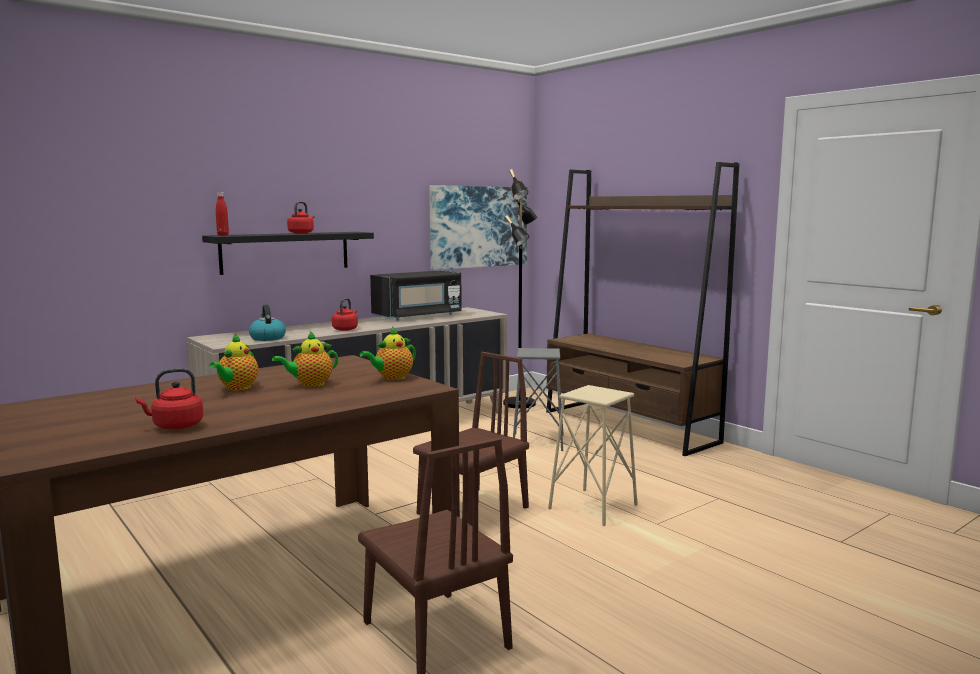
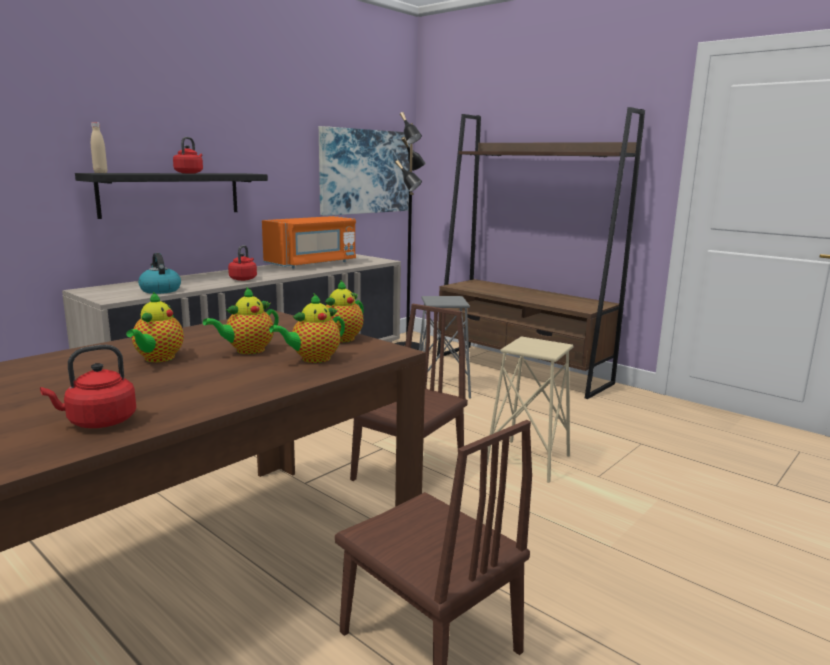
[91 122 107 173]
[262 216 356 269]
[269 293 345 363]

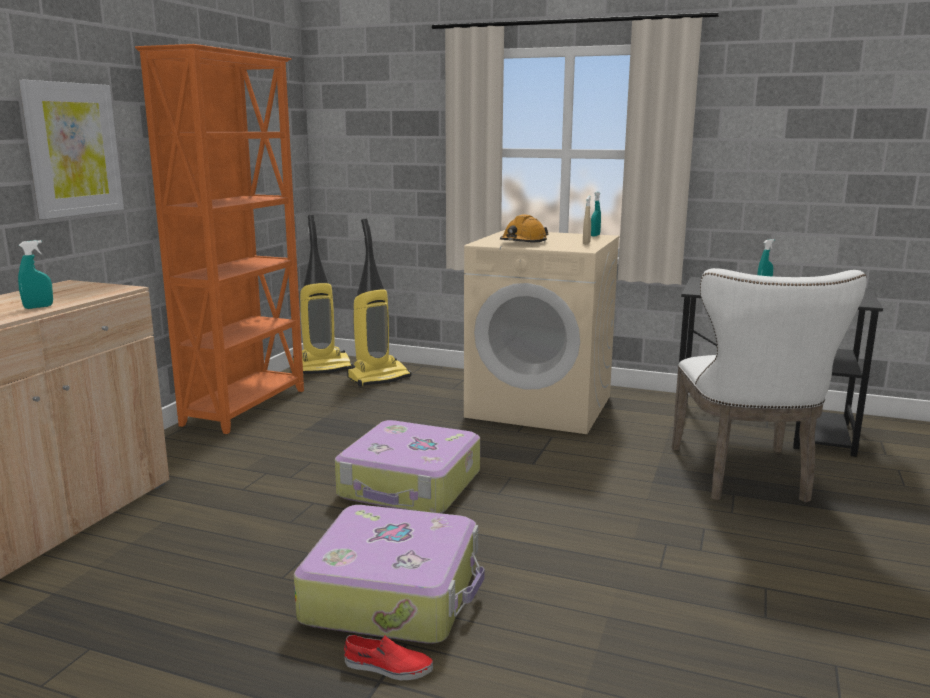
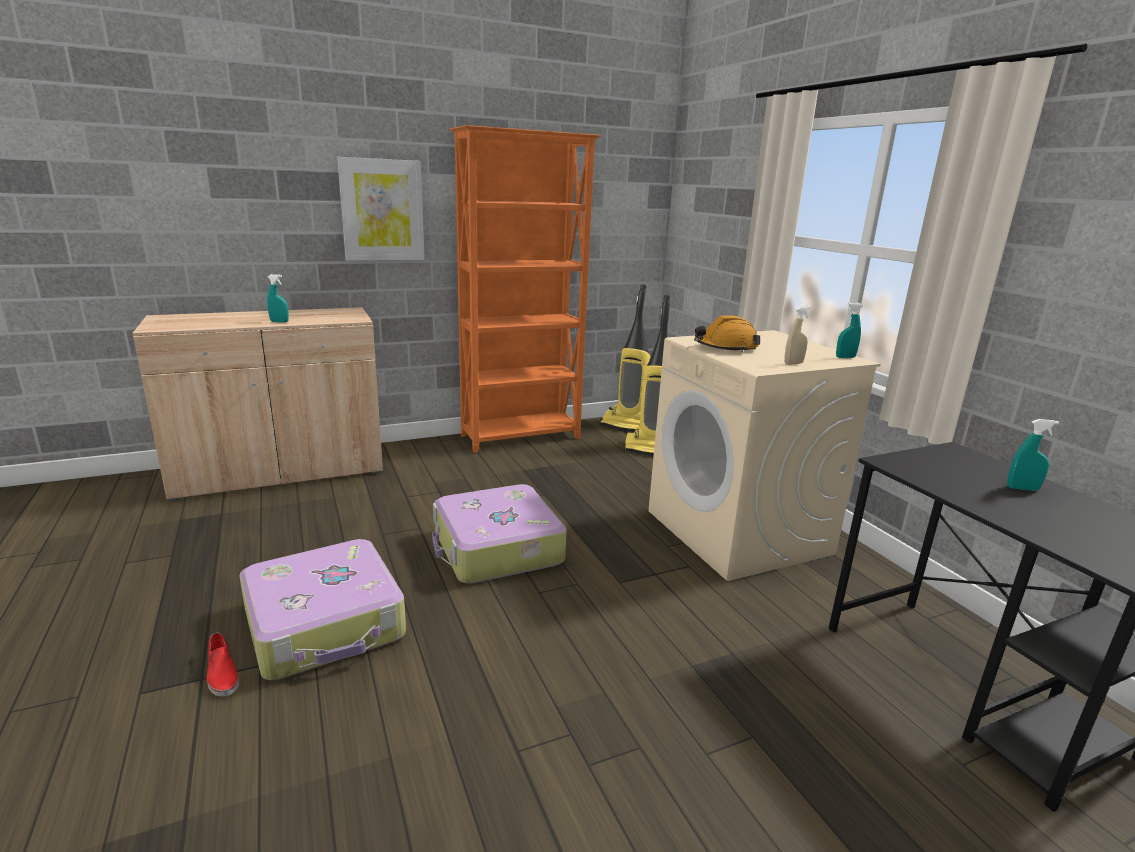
[671 268 867 502] (first image)

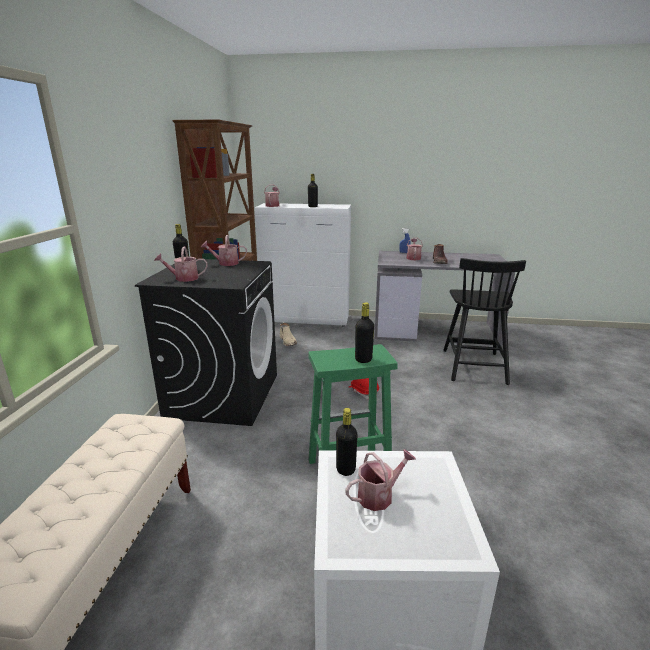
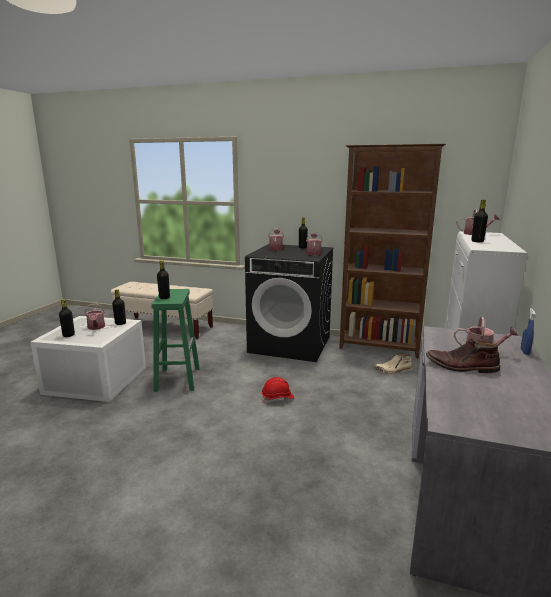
[443 258 526 385] (first image)
[59 299 75 337]

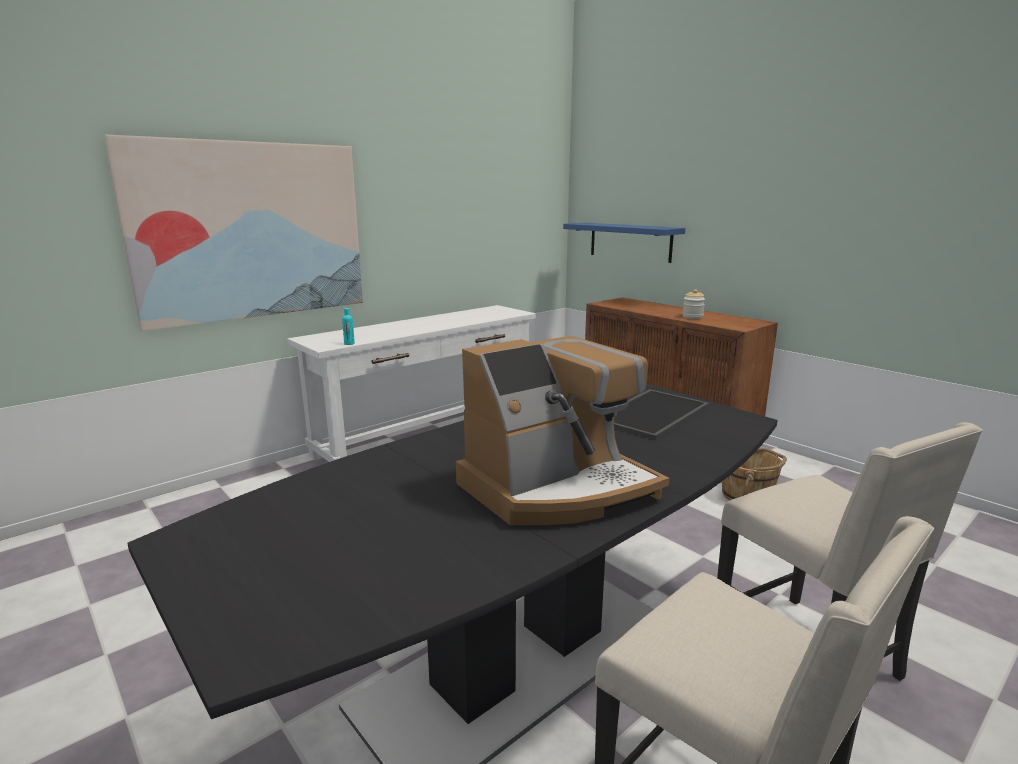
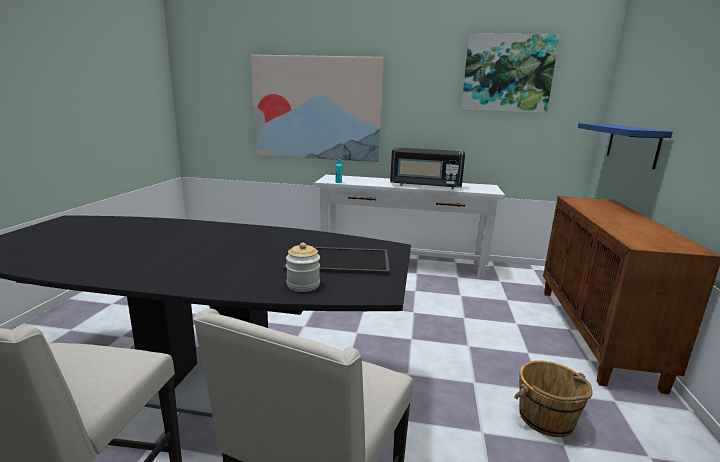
[456 336 669 525] (first image)
[286 243 320 292]
[390 148 465 189]
[461 33 560 113]

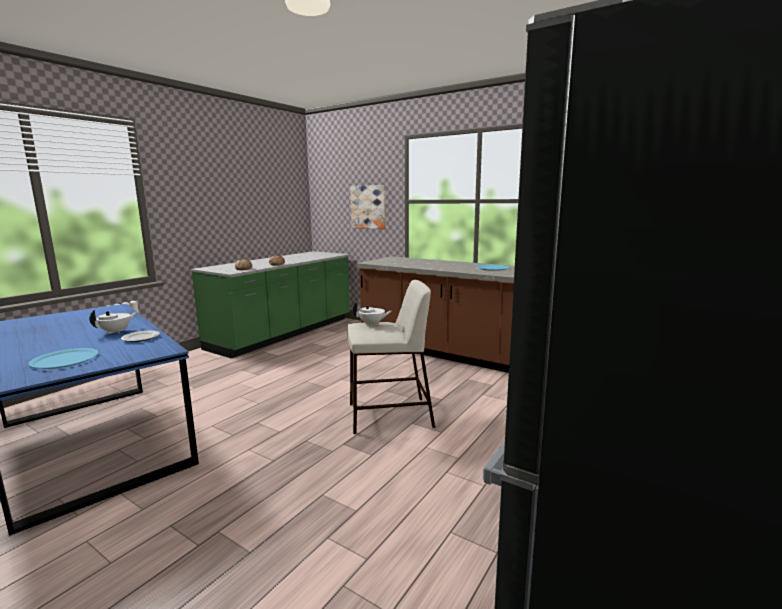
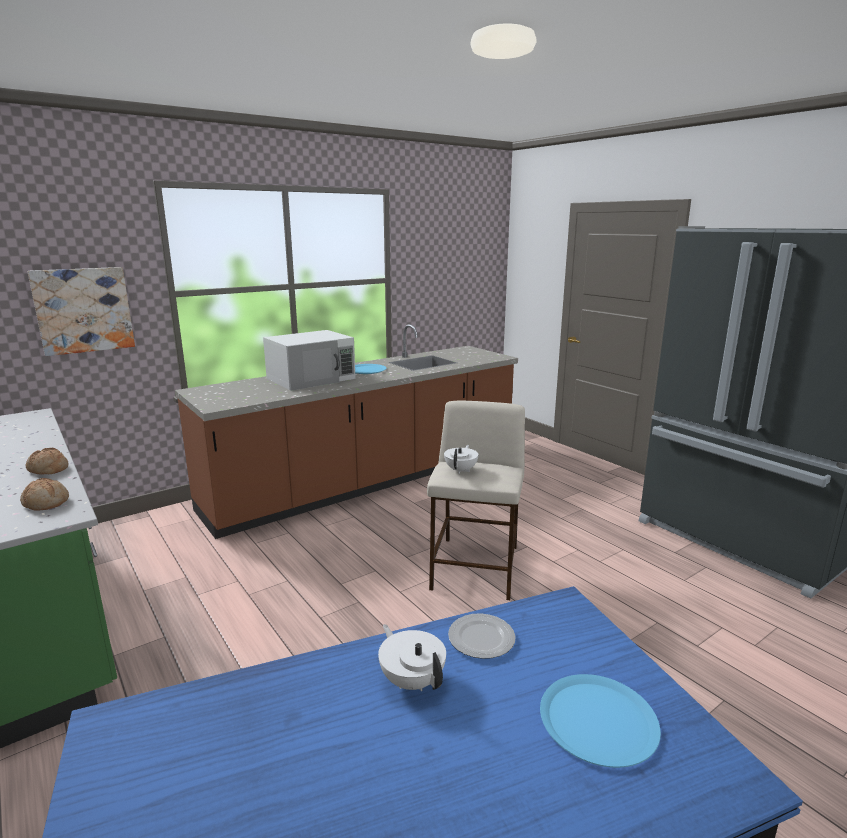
[263 330 356 391]

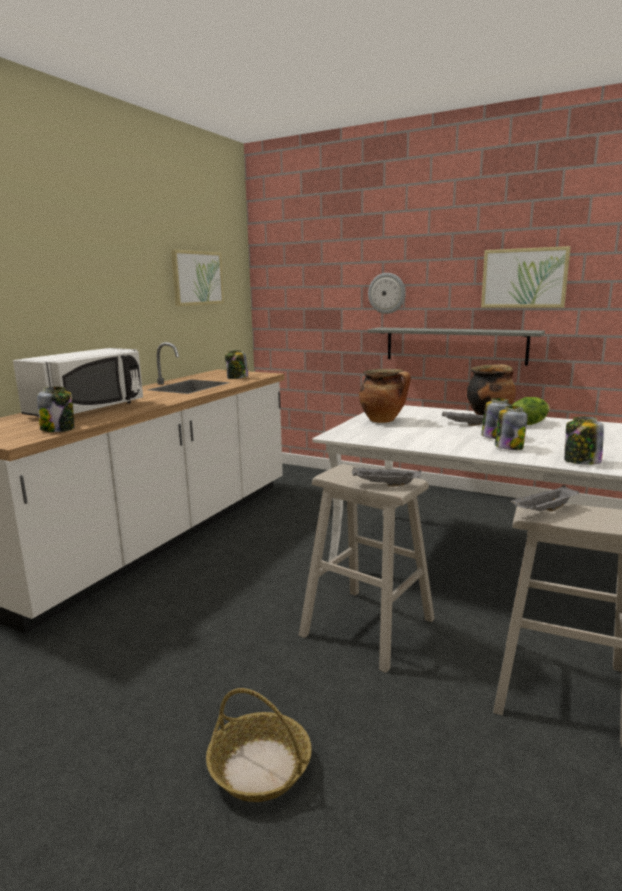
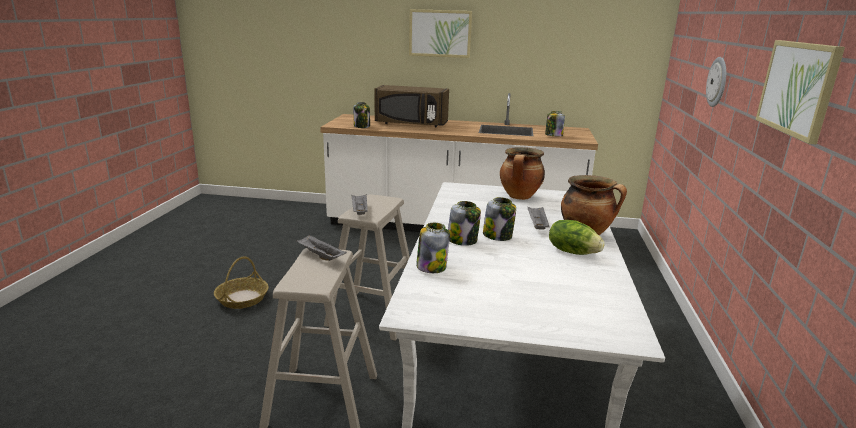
[374 85 449 127]
[409 9 472 58]
[368 327 545 365] (first image)

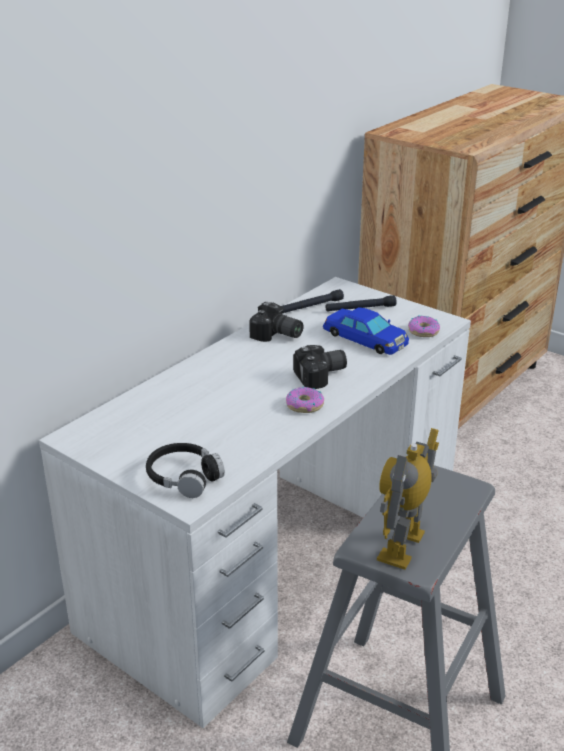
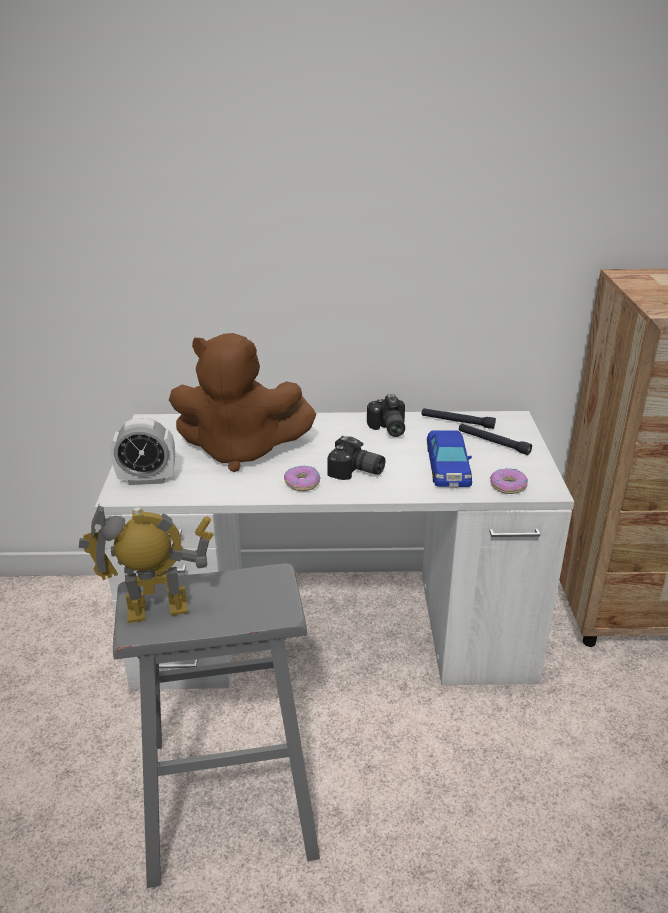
[110 418 175 485]
[169 333 316 472]

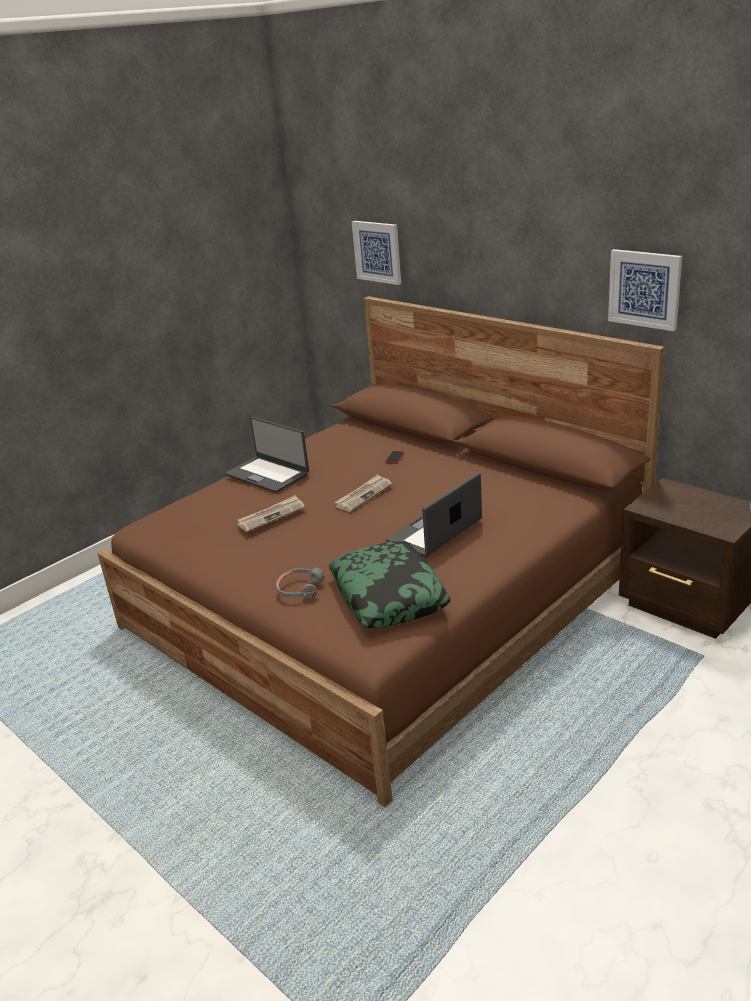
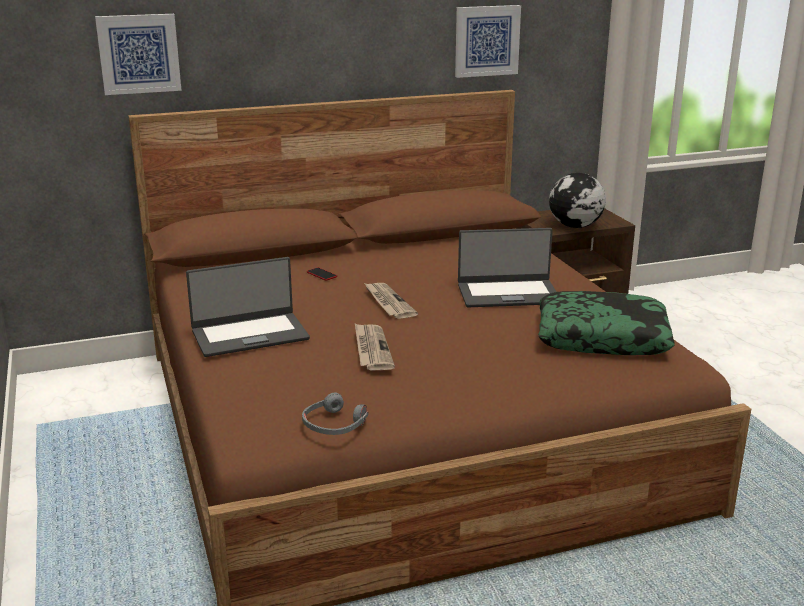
[302 392 369 435]
[458 228 556 307]
[549 173 606 228]

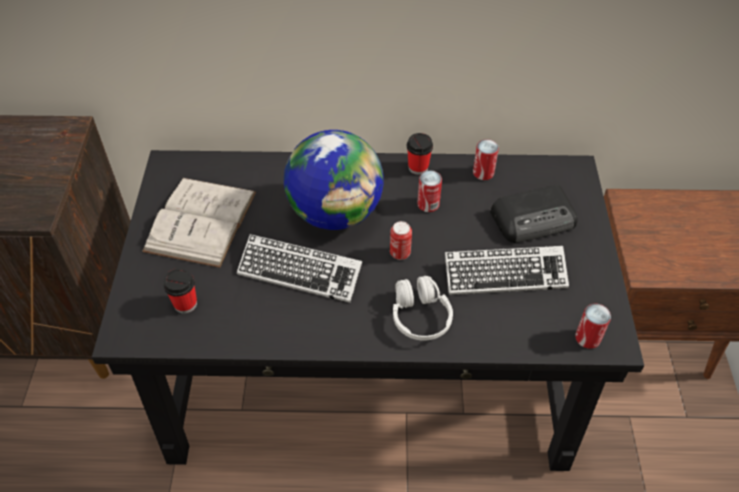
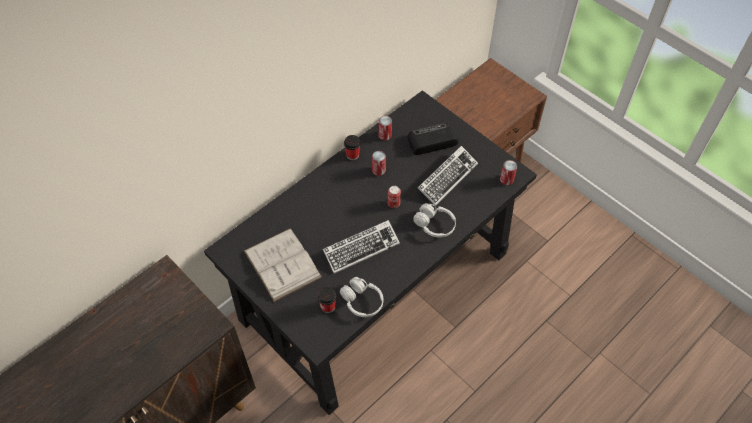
[284 130 384 230] (first image)
[407 123 458 155]
[340 277 383 317]

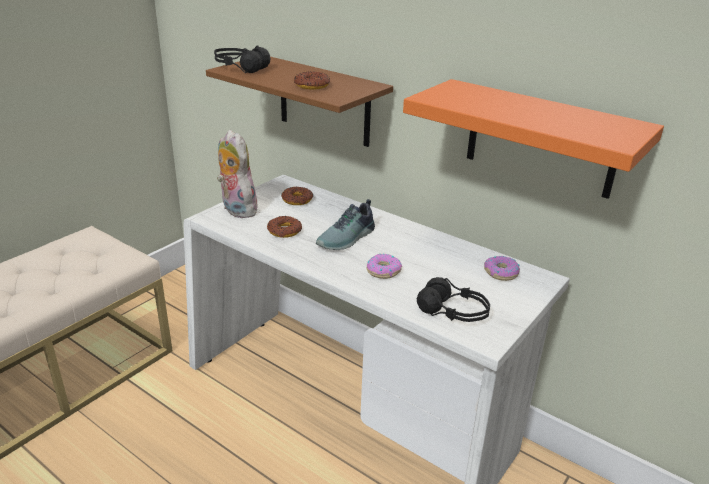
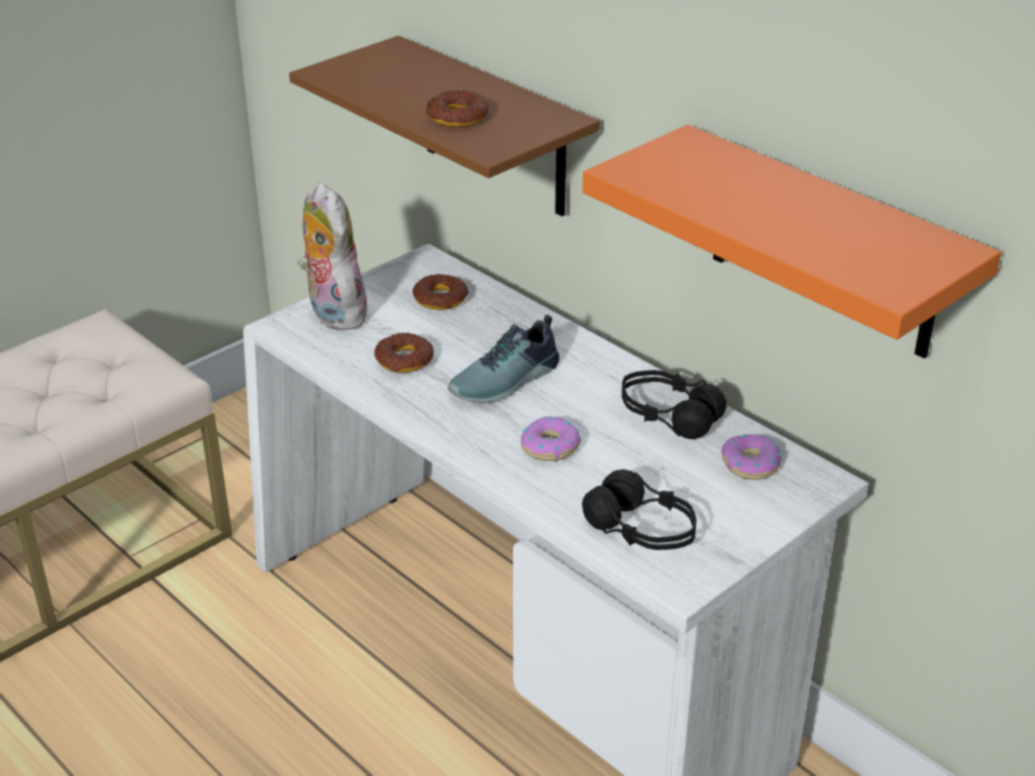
[622 370 727 439]

